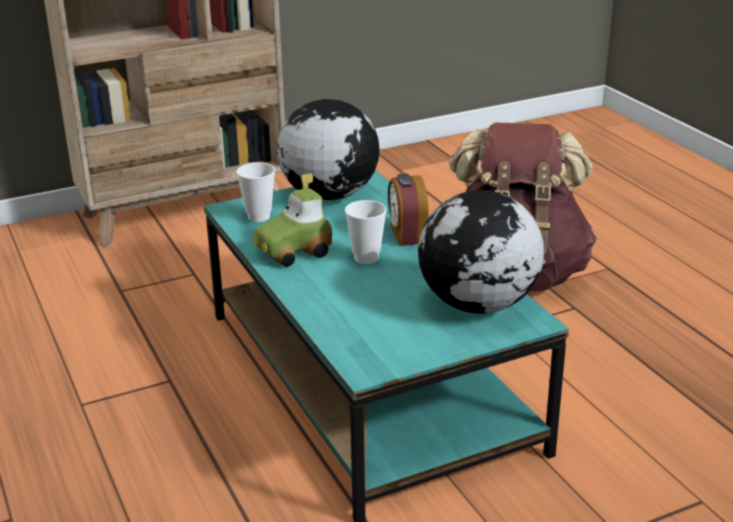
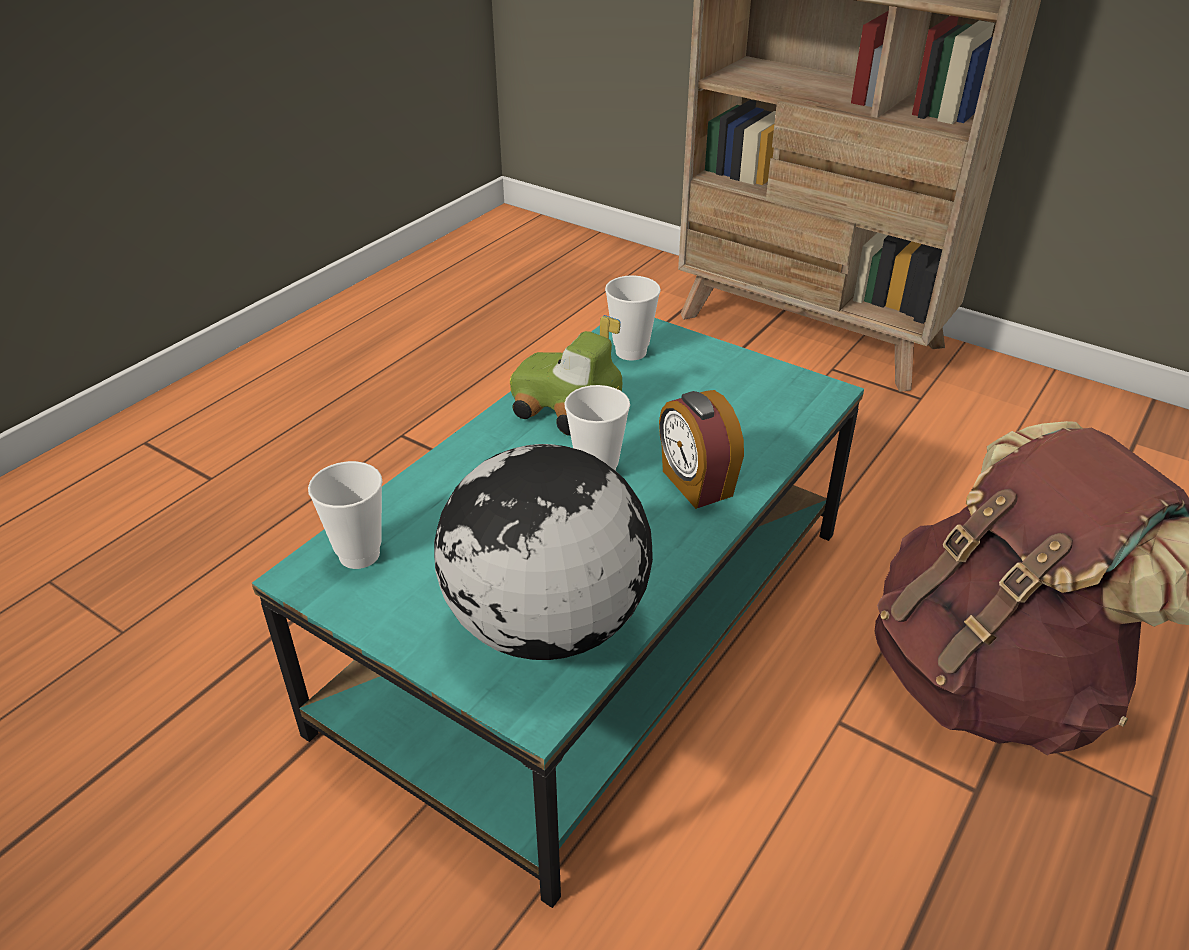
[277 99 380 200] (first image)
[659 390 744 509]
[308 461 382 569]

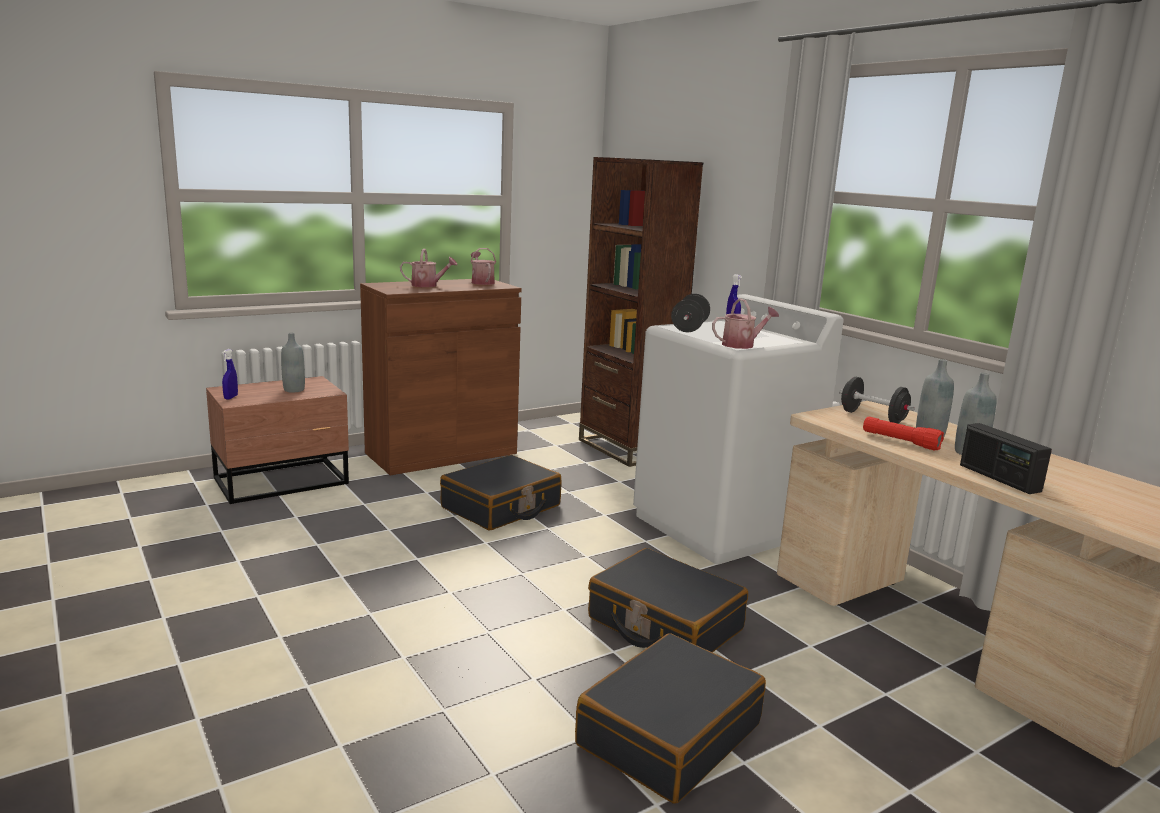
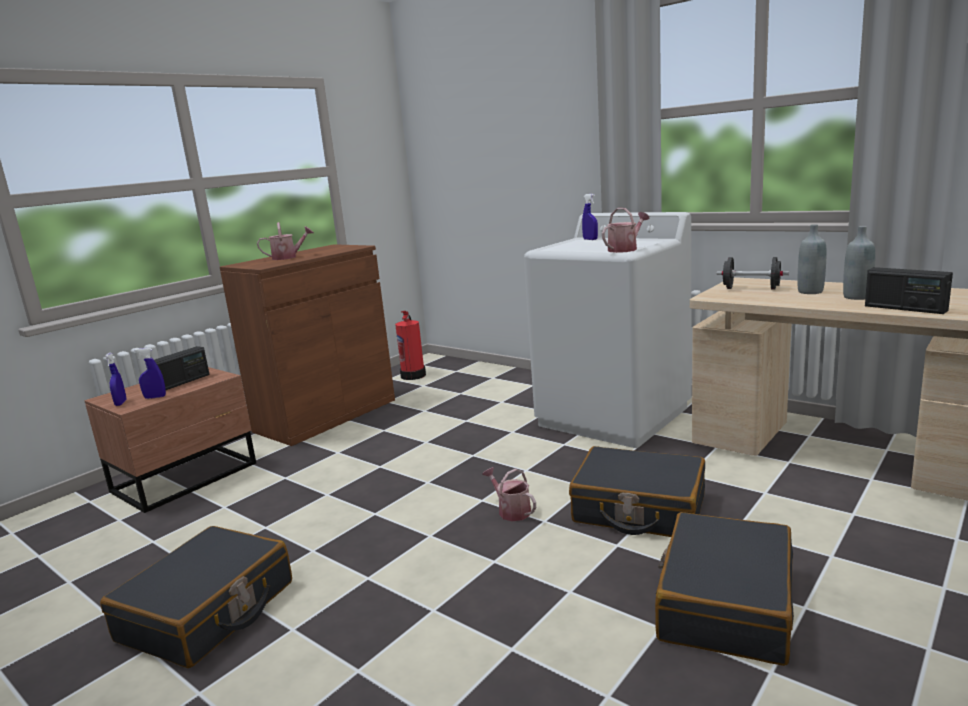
[154 346 210 390]
[100 526 292 668]
[482 467 536 521]
[579 157 703 467] (first image)
[671 294 710 332] (first image)
[863 417 944 451] (first image)
[134 348 166 399]
[395 311 426 380]

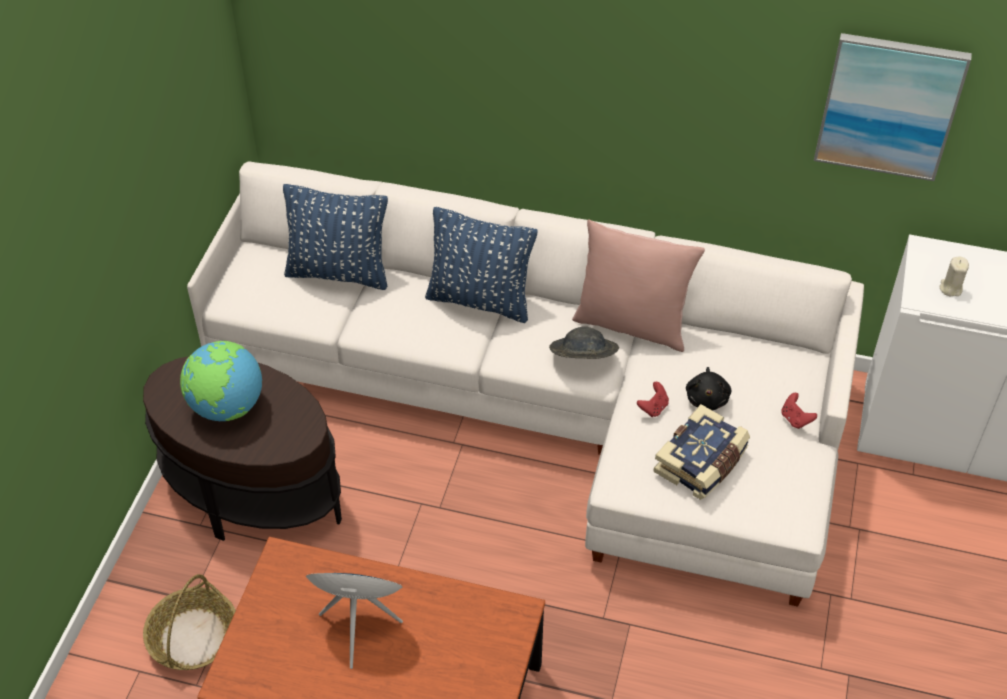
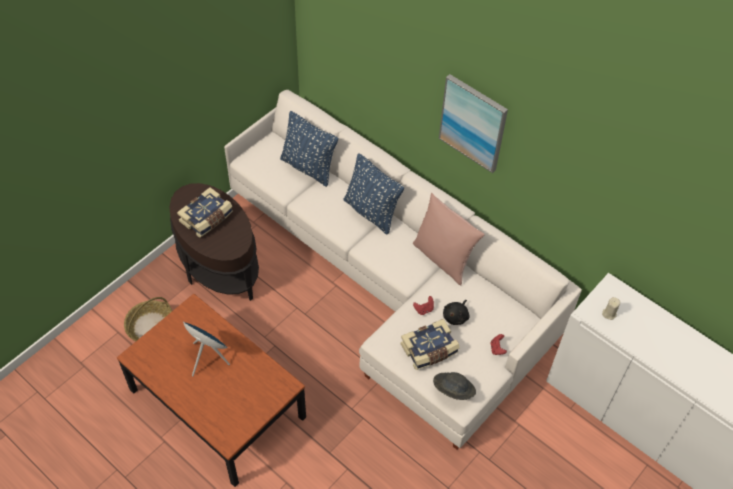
[177 187 233 238]
[433 372 476 400]
[439 74 508 173]

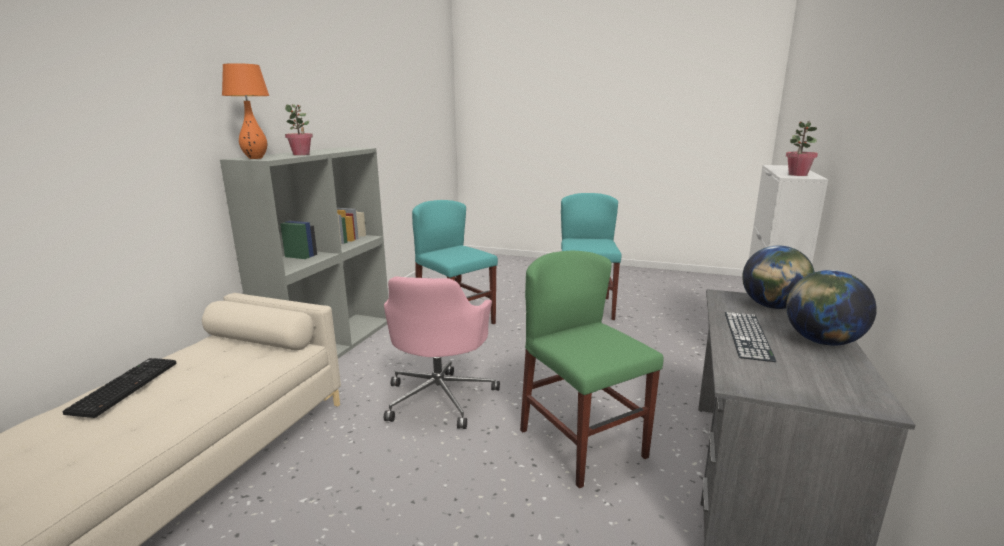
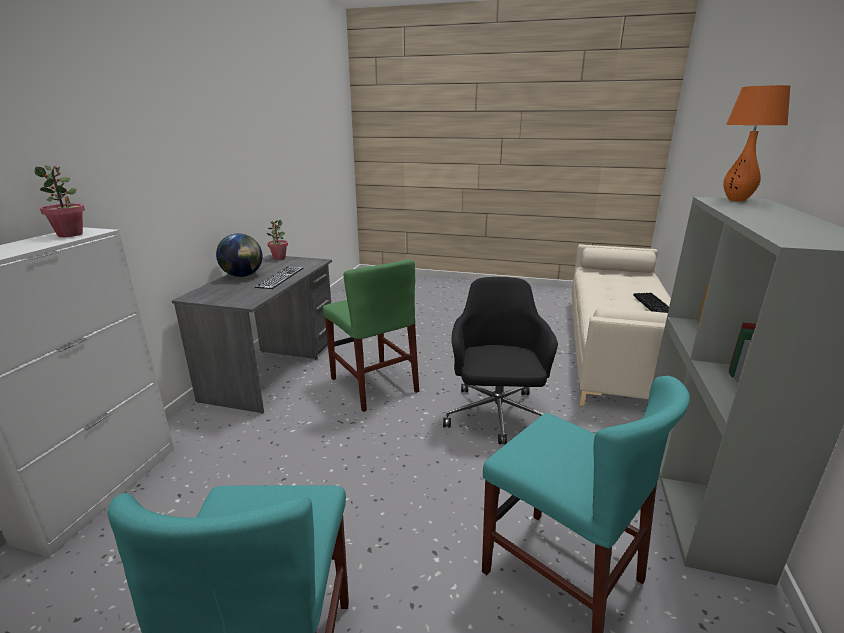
[267 220 288 260]
[443 277 558 445]
[742 246 815 309] (first image)

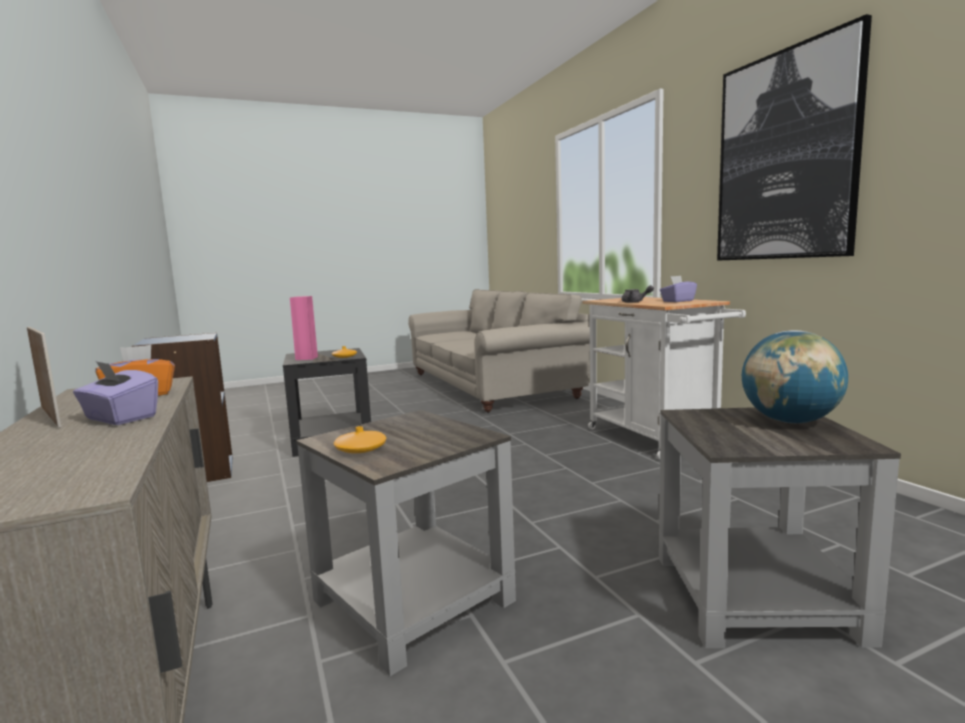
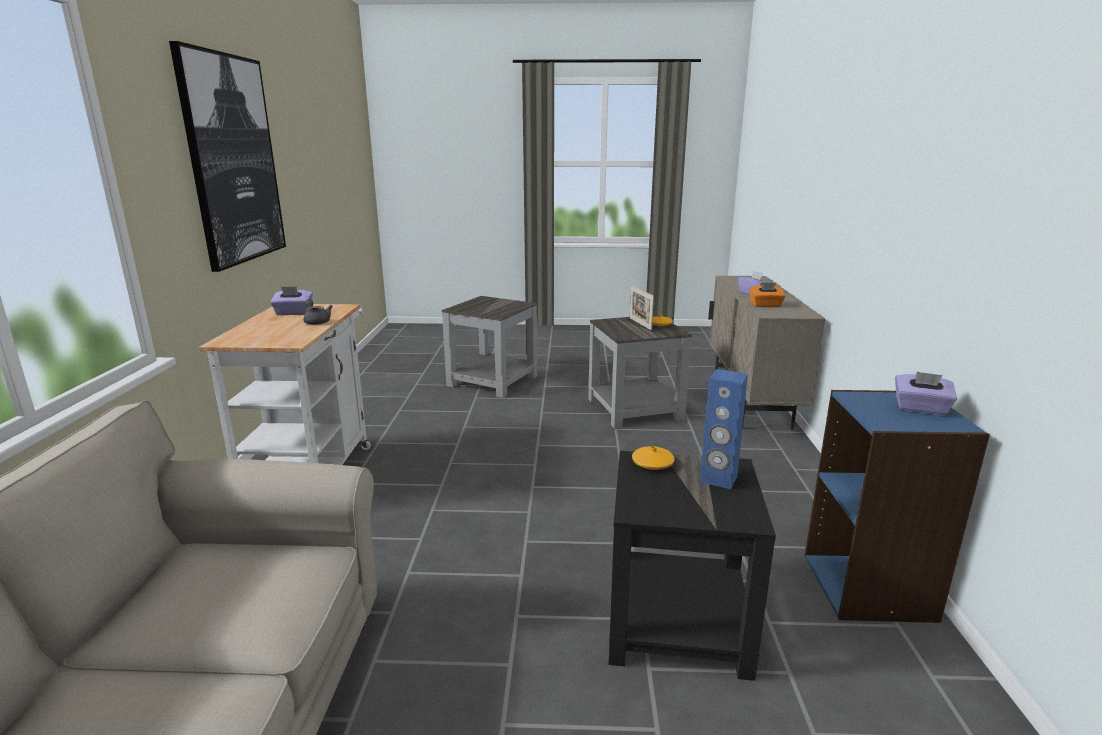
[630 285 654 331]
[700 369 748 489]
[742 330 848 423] (first image)
[895 372 957 415]

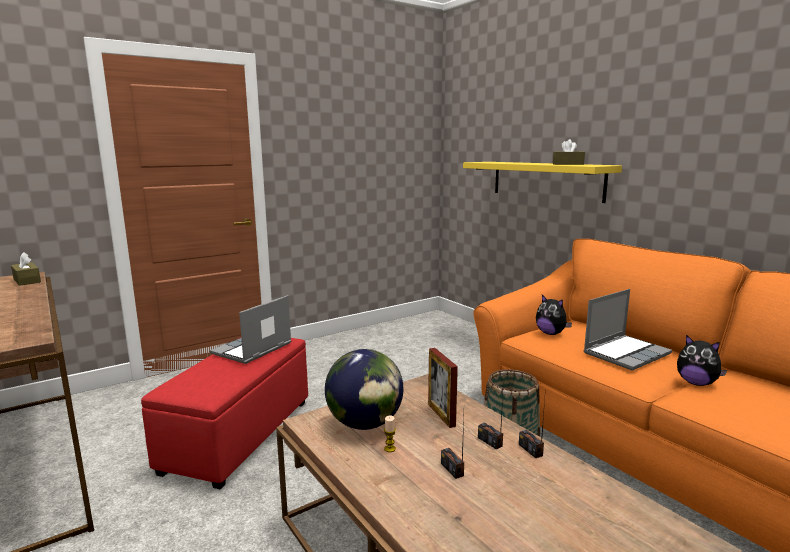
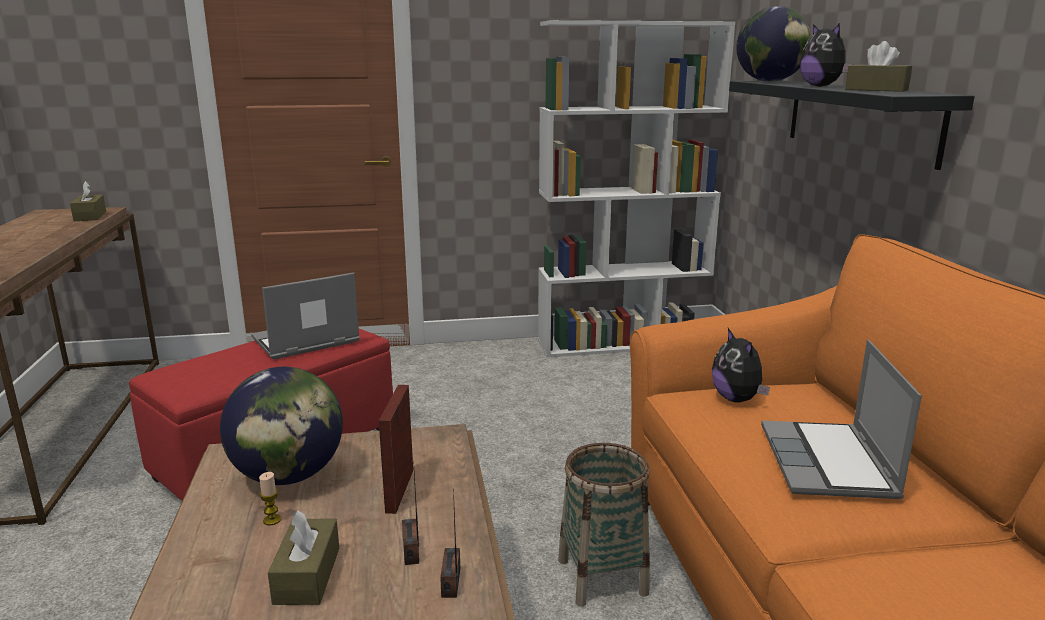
[268 511 339 605]
[729 81 975 170]
[761 340 922 499]
[800 24 854 87]
[538 20 736 357]
[736 6 811 82]

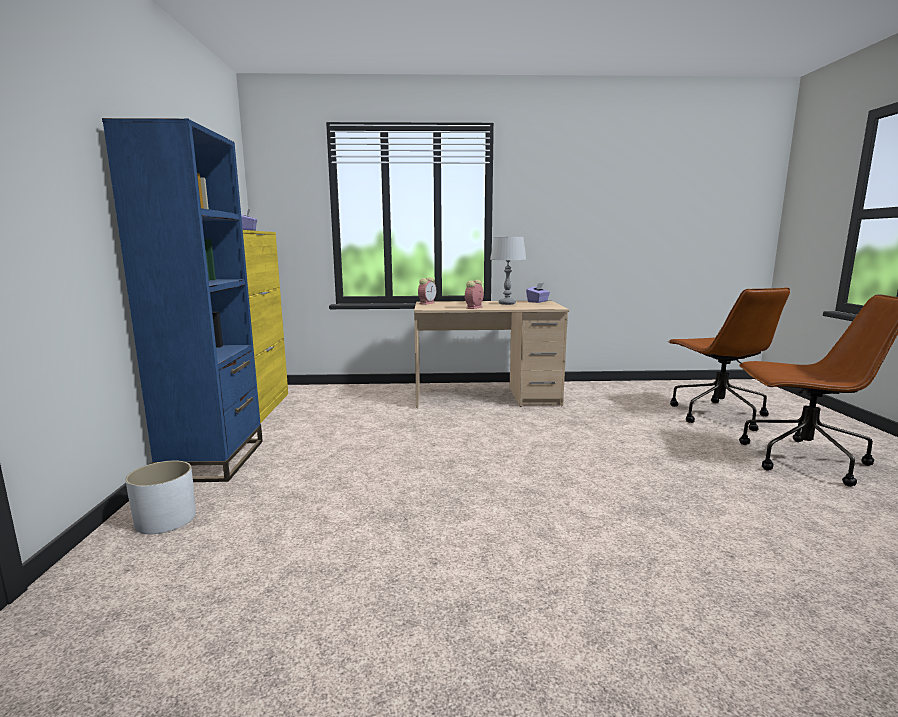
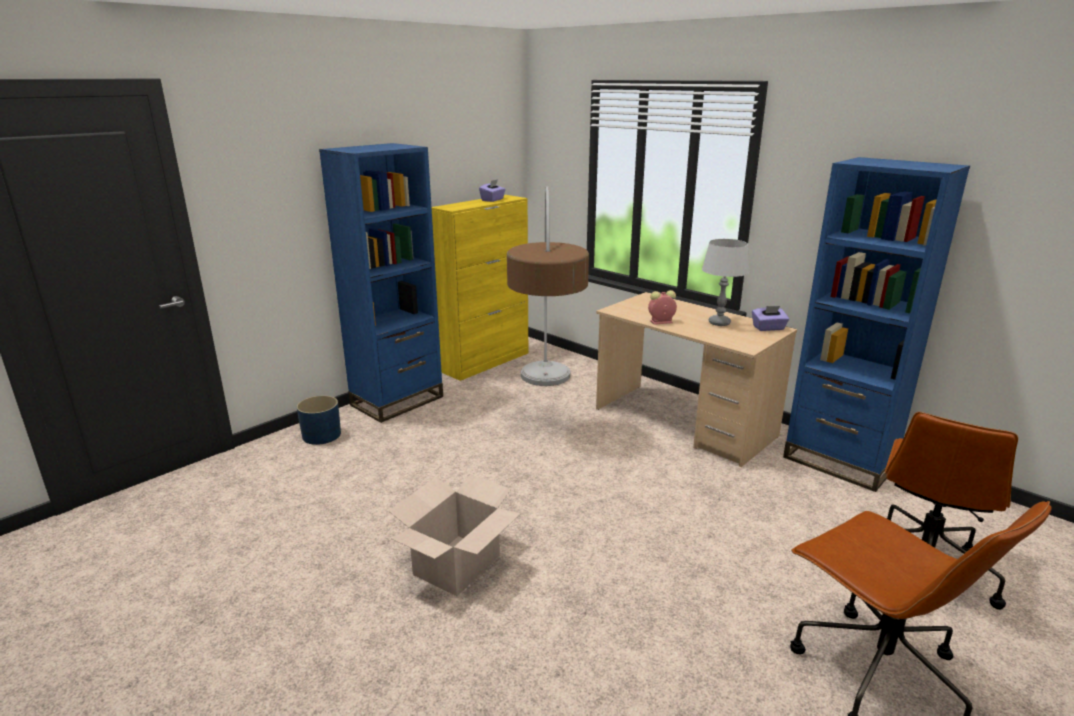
[297 395 341 445]
[418 277 436 305] (first image)
[388 474 520 596]
[507 186 589 386]
[783 157 970 492]

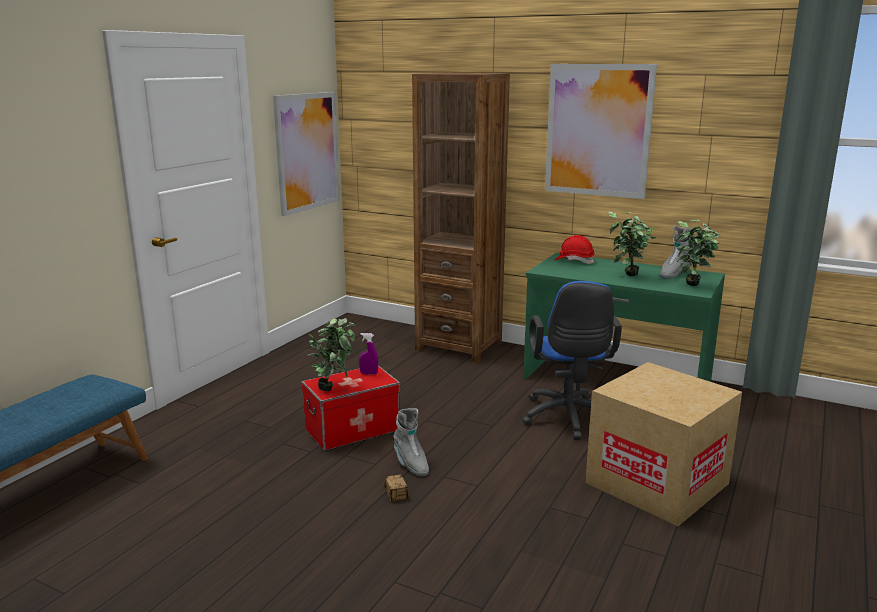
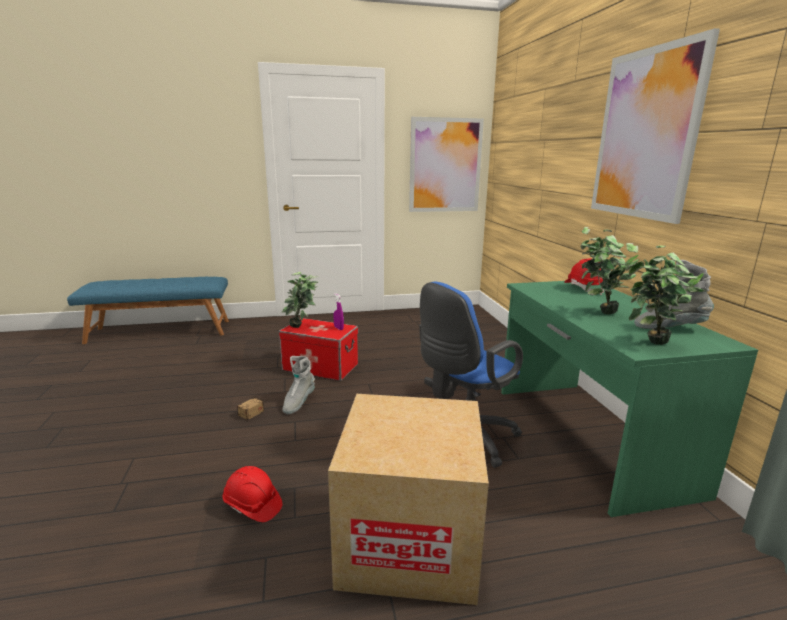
[412 73 510 363] (first image)
[223 466 283 522]

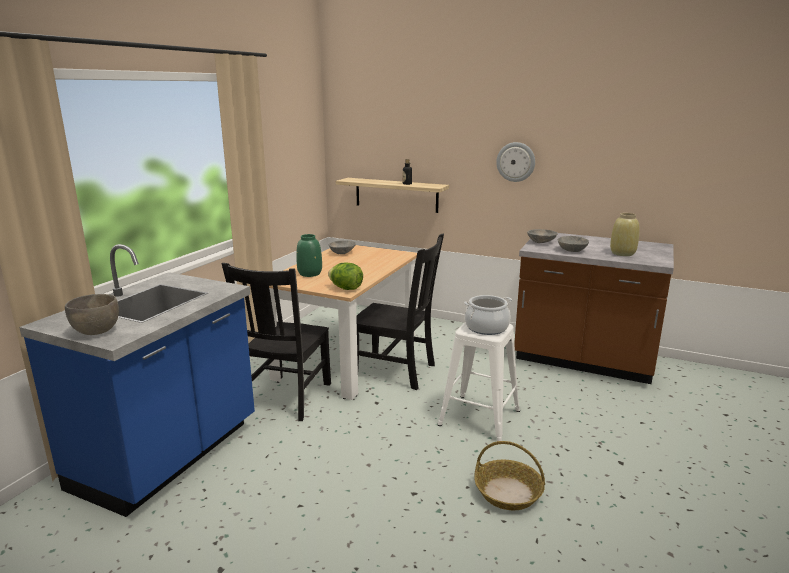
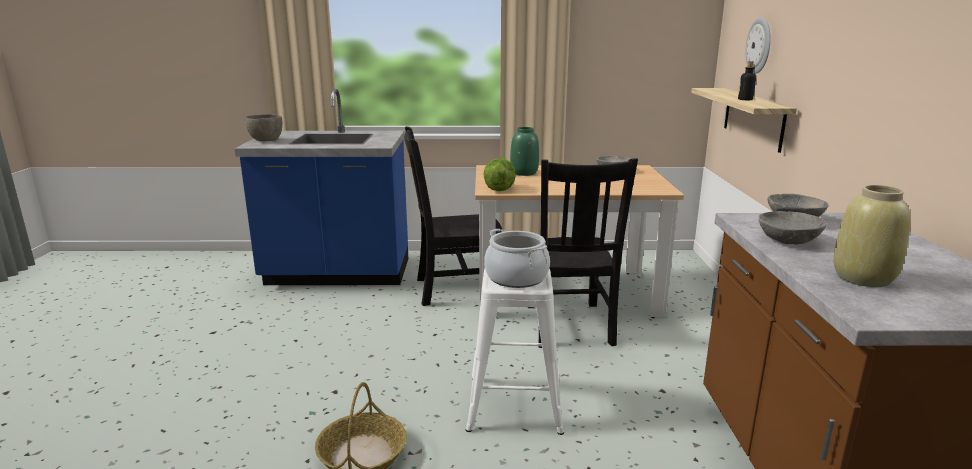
[746 17 771 74]

